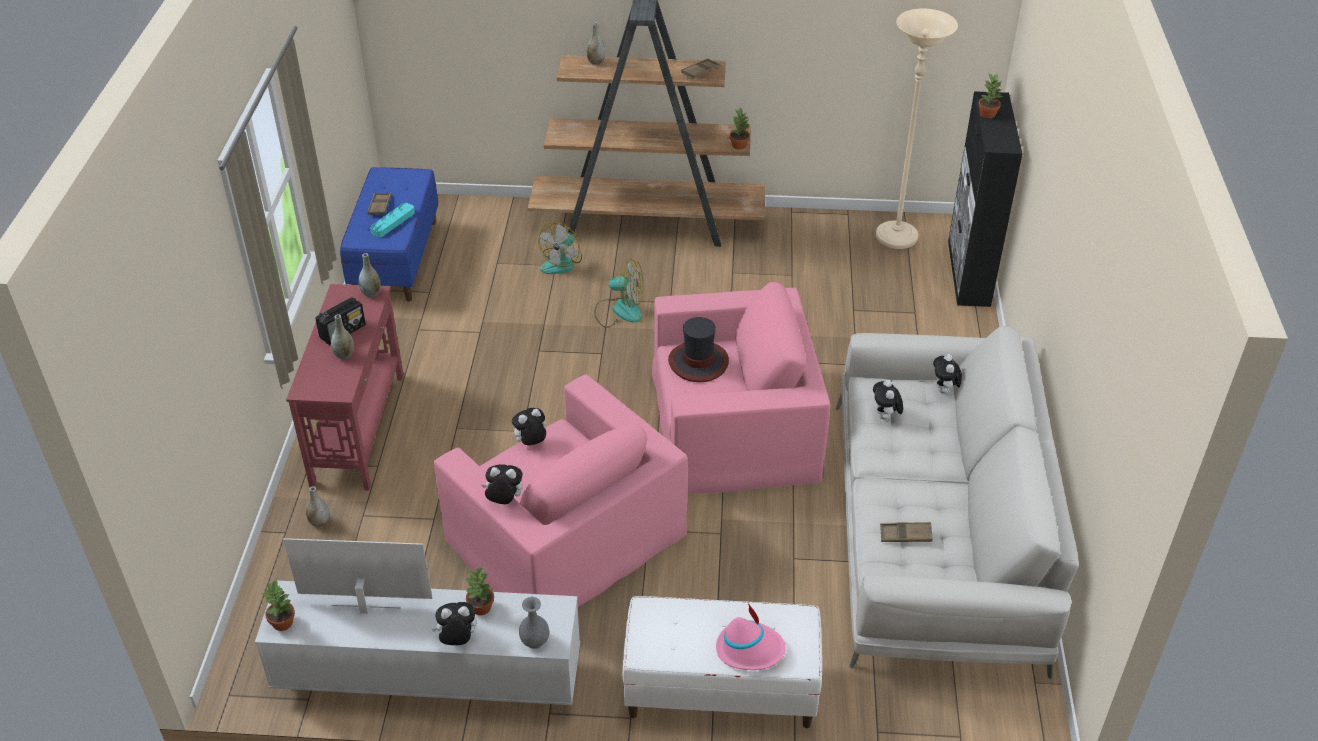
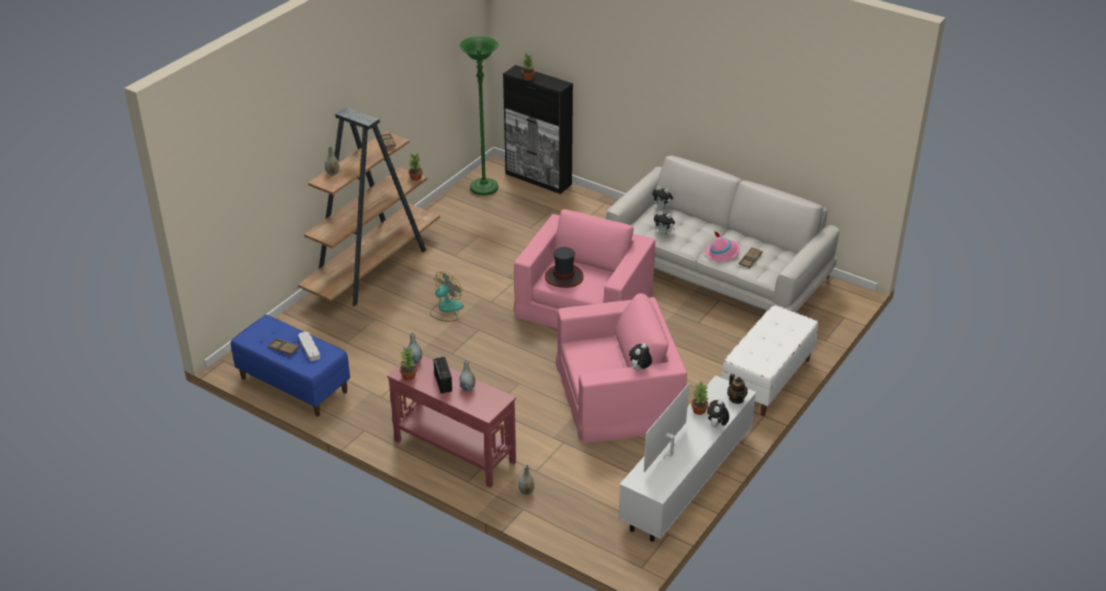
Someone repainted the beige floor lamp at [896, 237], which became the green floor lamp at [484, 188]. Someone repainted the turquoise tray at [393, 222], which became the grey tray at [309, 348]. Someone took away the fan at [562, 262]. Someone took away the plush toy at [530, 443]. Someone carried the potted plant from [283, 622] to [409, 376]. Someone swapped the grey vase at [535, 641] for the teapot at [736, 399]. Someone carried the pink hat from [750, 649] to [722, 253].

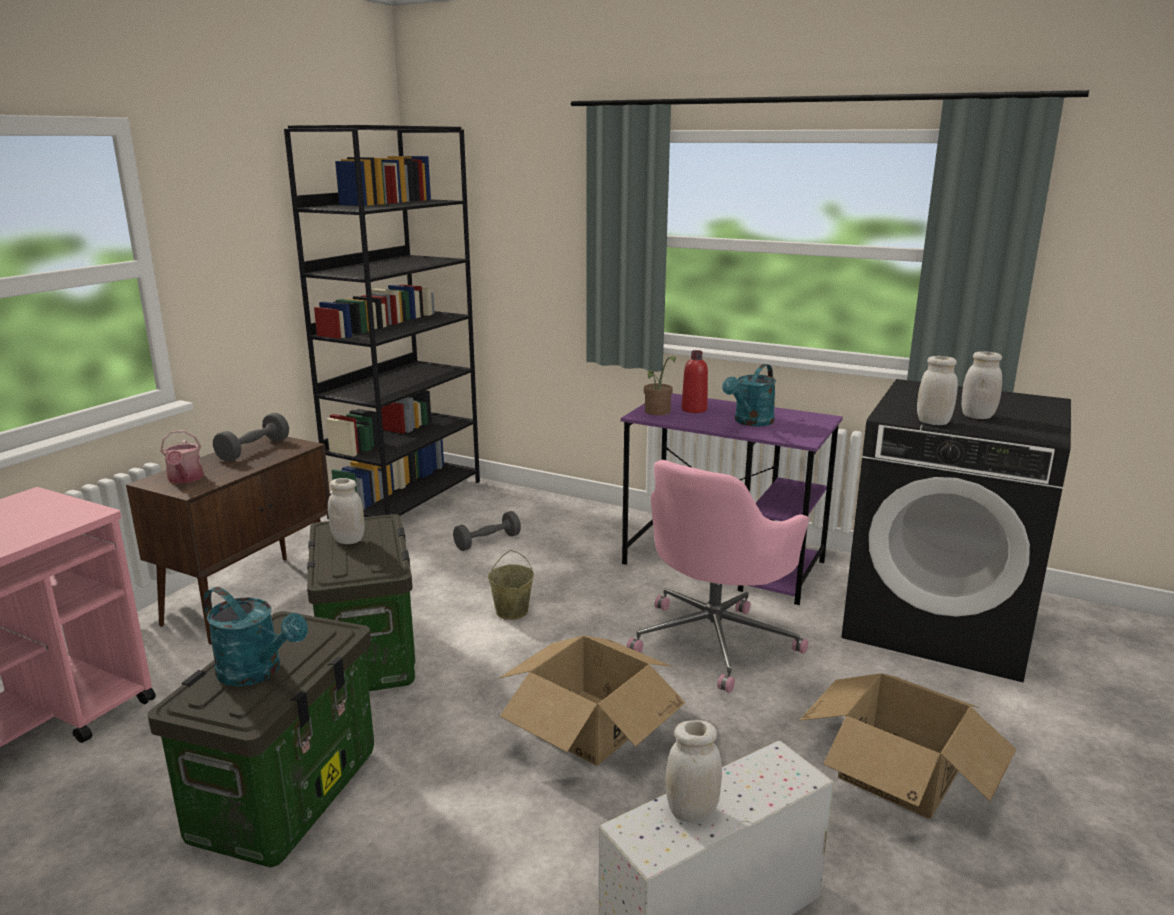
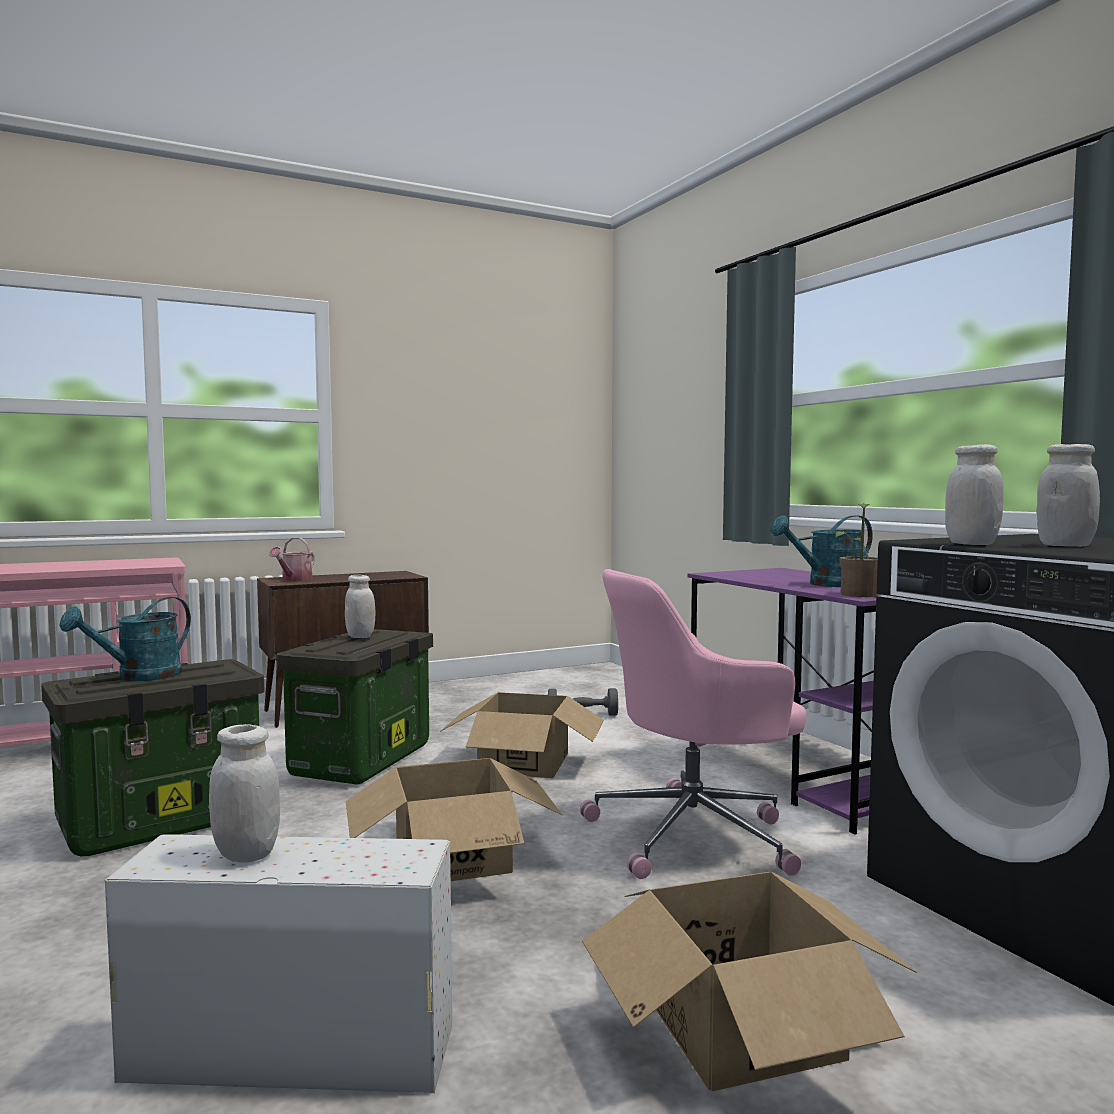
Someone took away the black bookcase at [407, 499]. Someone took away the red bottle at [694, 409]. Someone carried the potted plant from [657, 412] to [858, 595]. Someone took away the grey dumbbell at [254, 450]. Someone swapped the beige bucket at [512, 611] for the cardboard box at [523, 762]. Someone rotated the turquoise watering can at [257, 672] by 60 degrees clockwise.

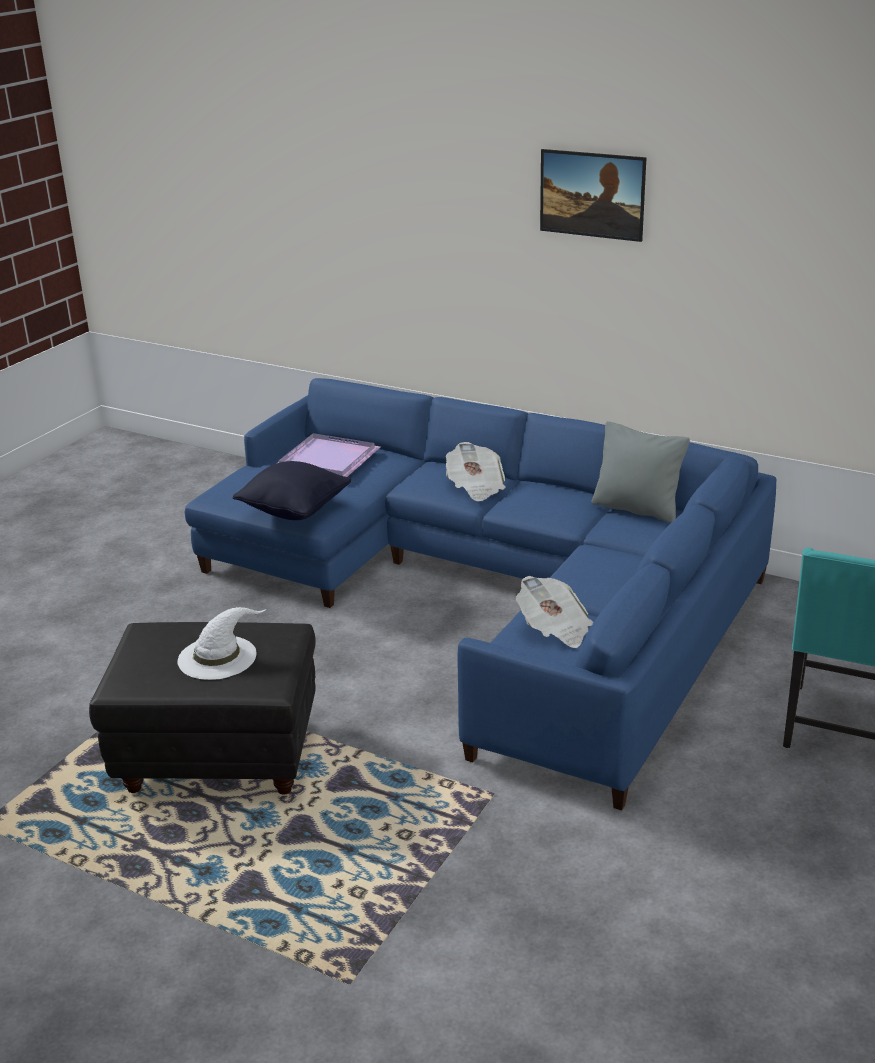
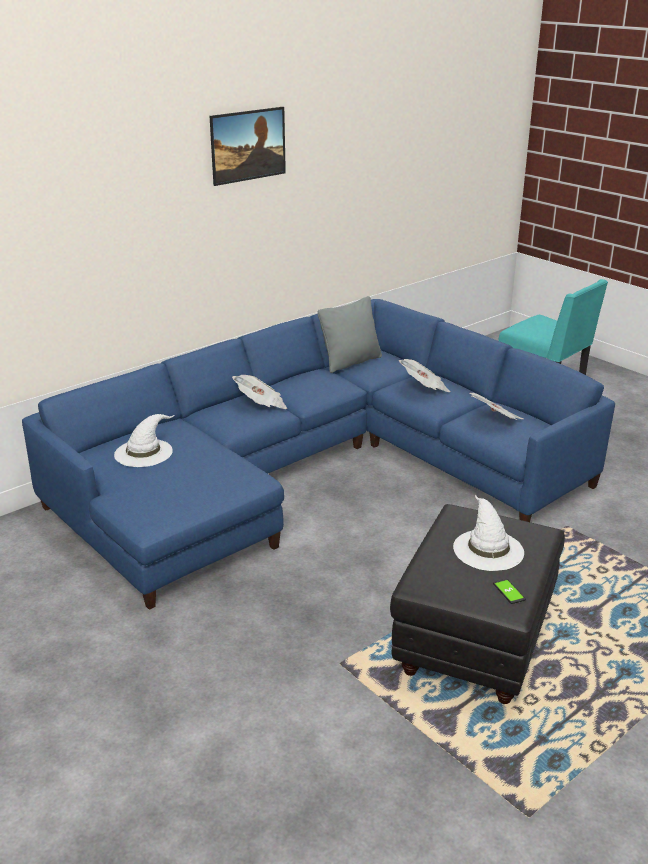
Someone swapped the purple tray at [327, 459] for the white hat at [144, 452]. Someone took away the black pillow at [294, 510]. Someone put down the newspaper at [424, 388]. Someone put down the phone at [509, 592].

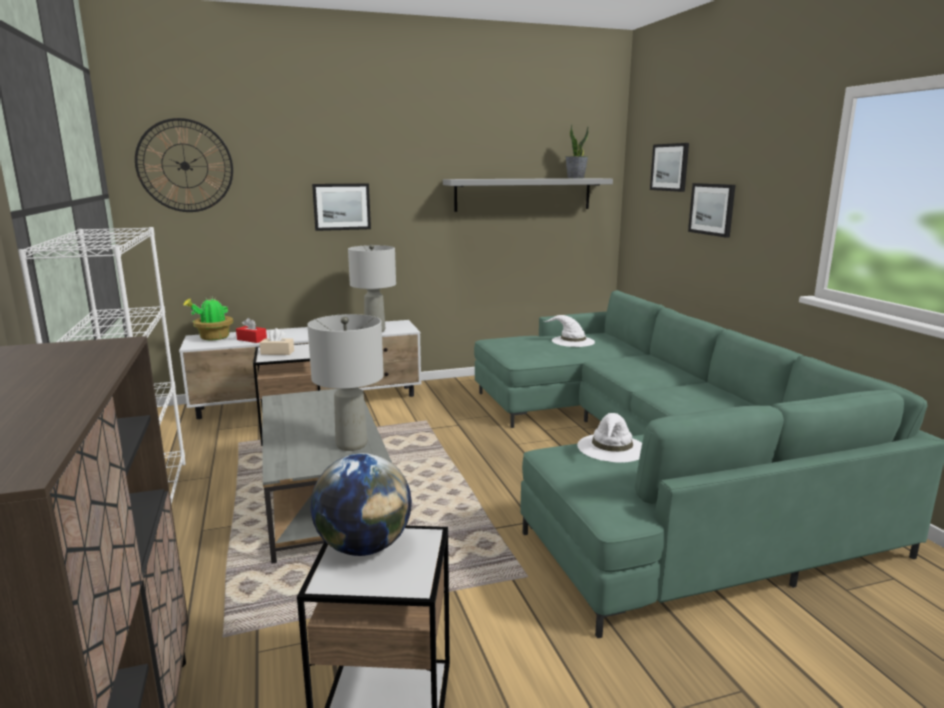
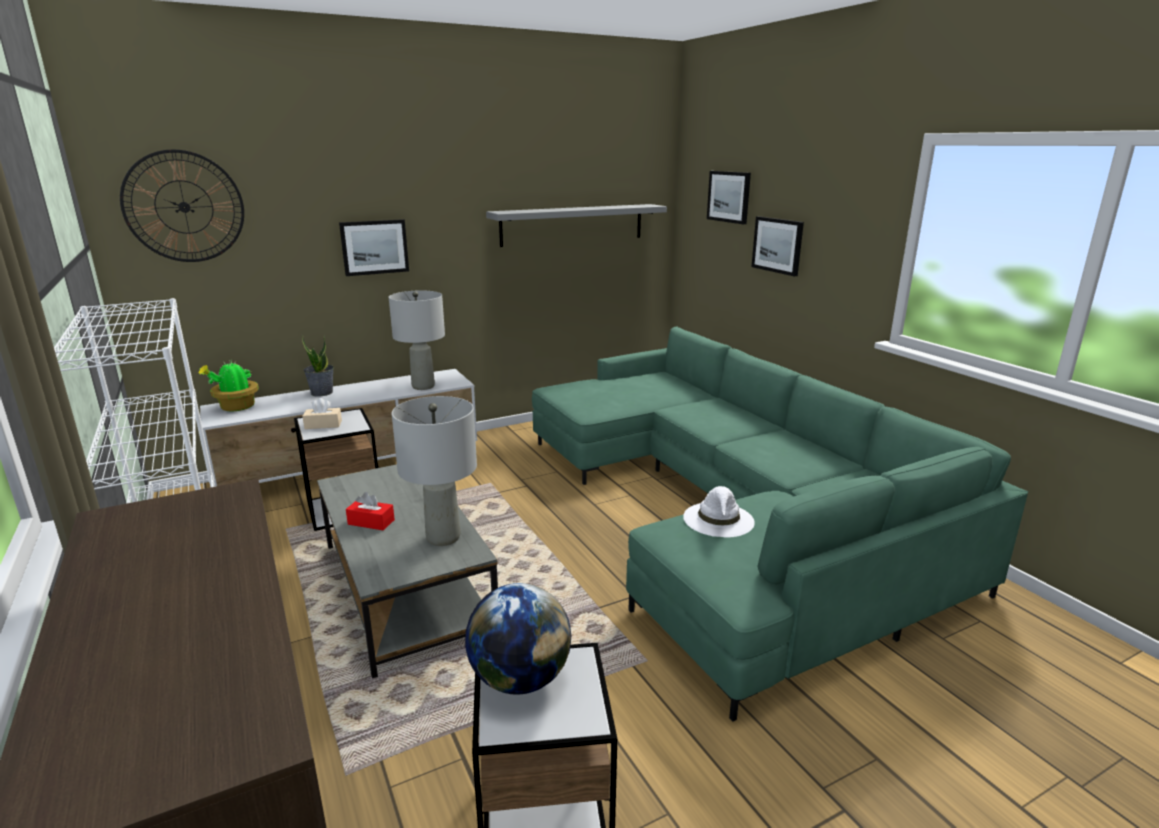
Someone carried the potted plant from [575, 178] to [322, 393]. Someone took away the white hat at [572, 341]. Someone carried the red tissue box from [252, 339] to [371, 522].

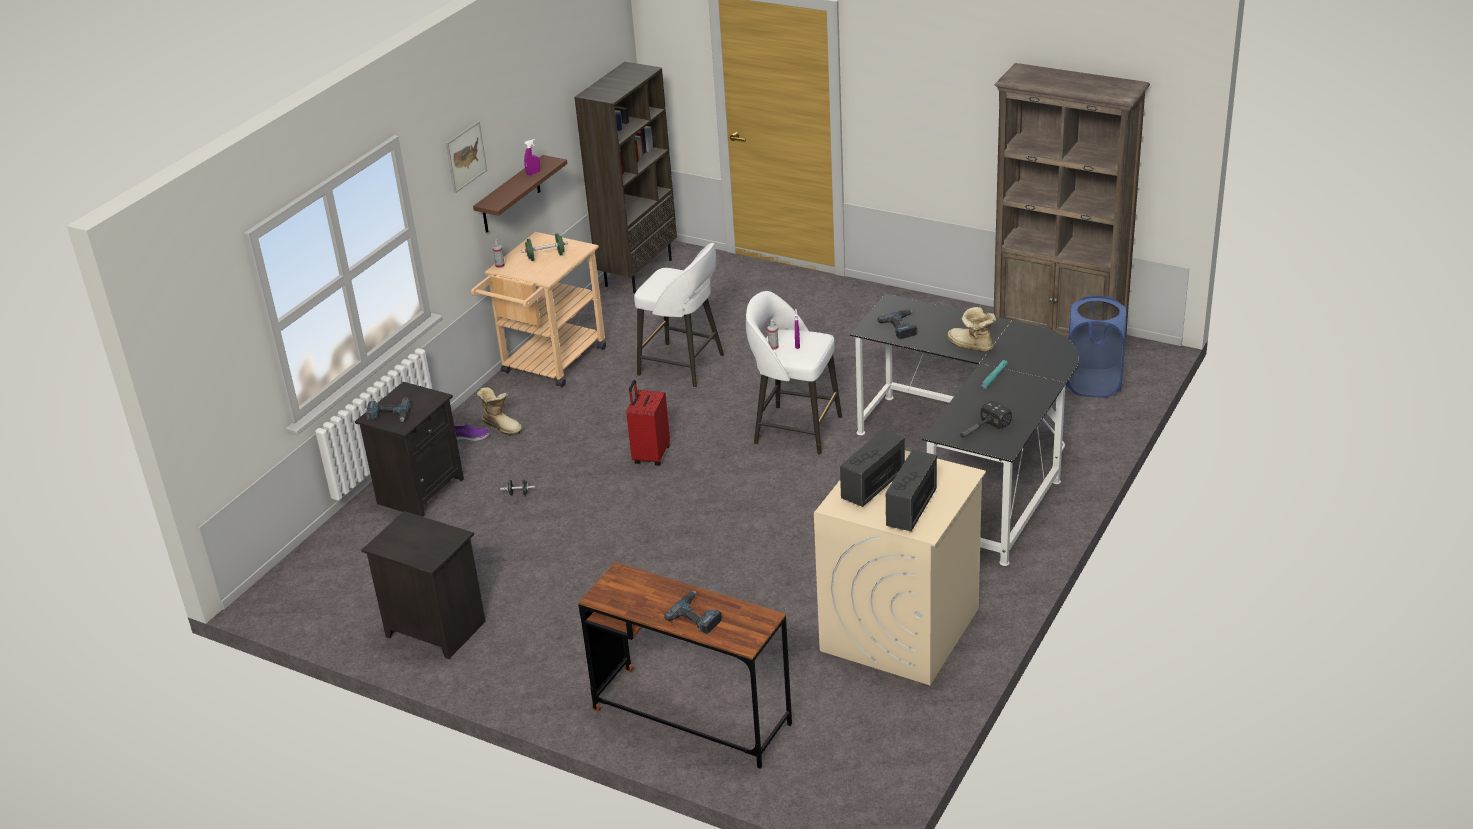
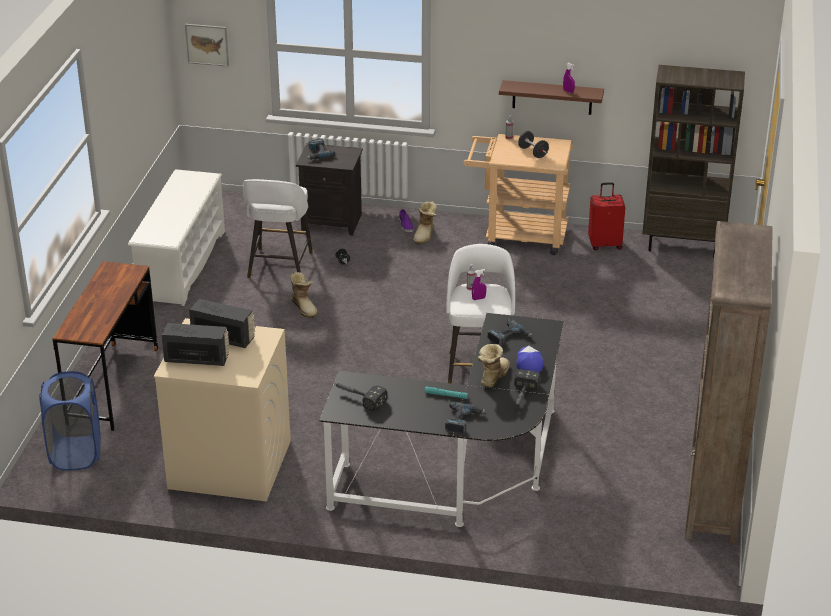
Someone carried the picture from [465, 156] to [207, 44]. Someone repainted the green dumbbell at [546, 256], which became the black dumbbell at [533, 152]. Someone carried the white stool from [683, 365] to [279, 266]. Someone carried the blue laundry basket from [1093, 383] to [75, 454]. Someone carried the red suitcase from [650, 455] to [605, 244]. Someone swapped the black nightstand at [433, 629] for the white shoe rack at [182, 264]. Someone carried the power drill from [697, 616] to [463, 421]. Someone put down the boot at [304, 307]. Someone put down the cap at [528, 363]. Someone put down the hammer at [522, 397].

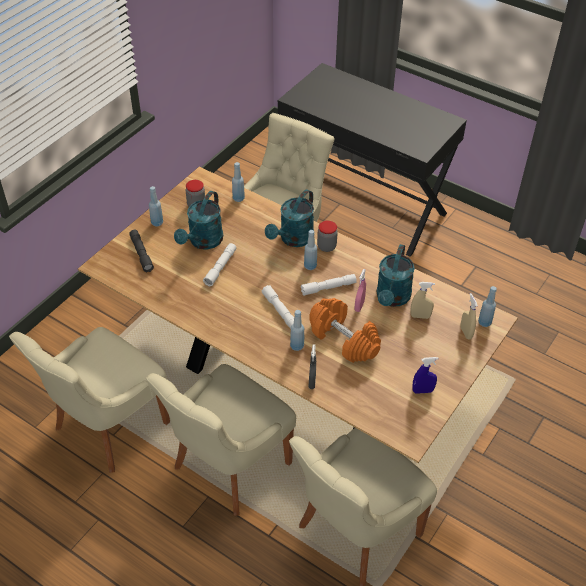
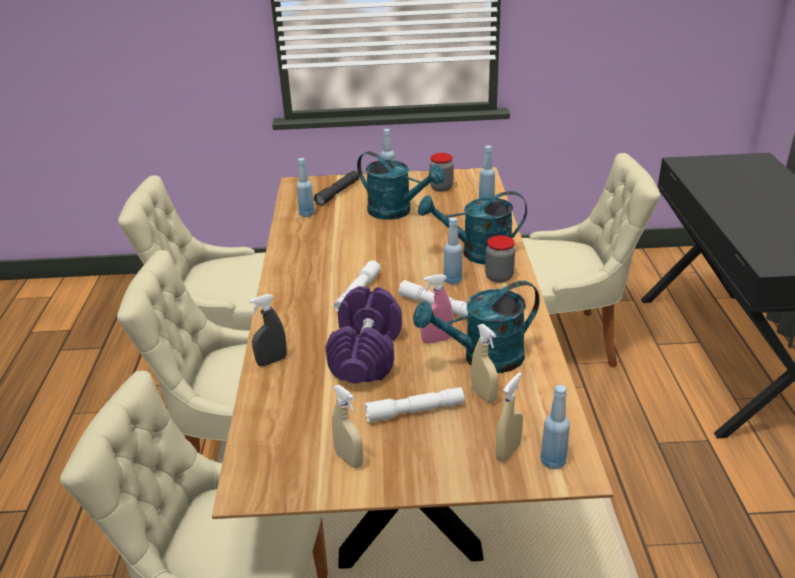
Someone rotated the turquoise watering can at [203, 242] by 135 degrees counterclockwise. Someone carried the white flashlight from [220, 267] to [415, 411]. Someone repainted the orange dumbbell at [344, 339], which became the purple dumbbell at [366, 354]. Someone carried the blue bottle from [297, 346] to [307, 214]. Someone repainted the blue spray bottle at [422, 391], which became the beige spray bottle at [349, 459].

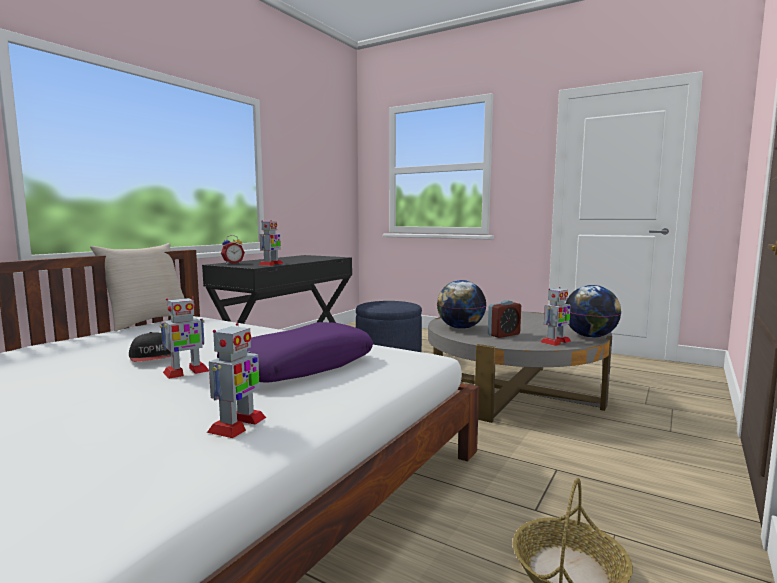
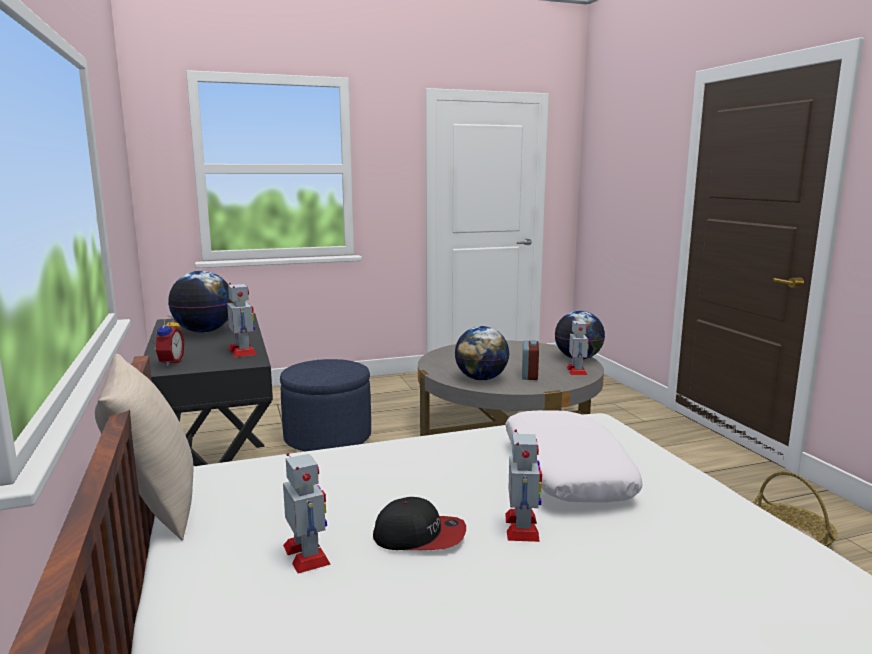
Someone repainted the purple pillow at [299, 366], which became the white pillow at [565, 471]. Someone carried the toy robot from [237, 425] to [307, 555]. Someone put down the globe at [204, 331].

